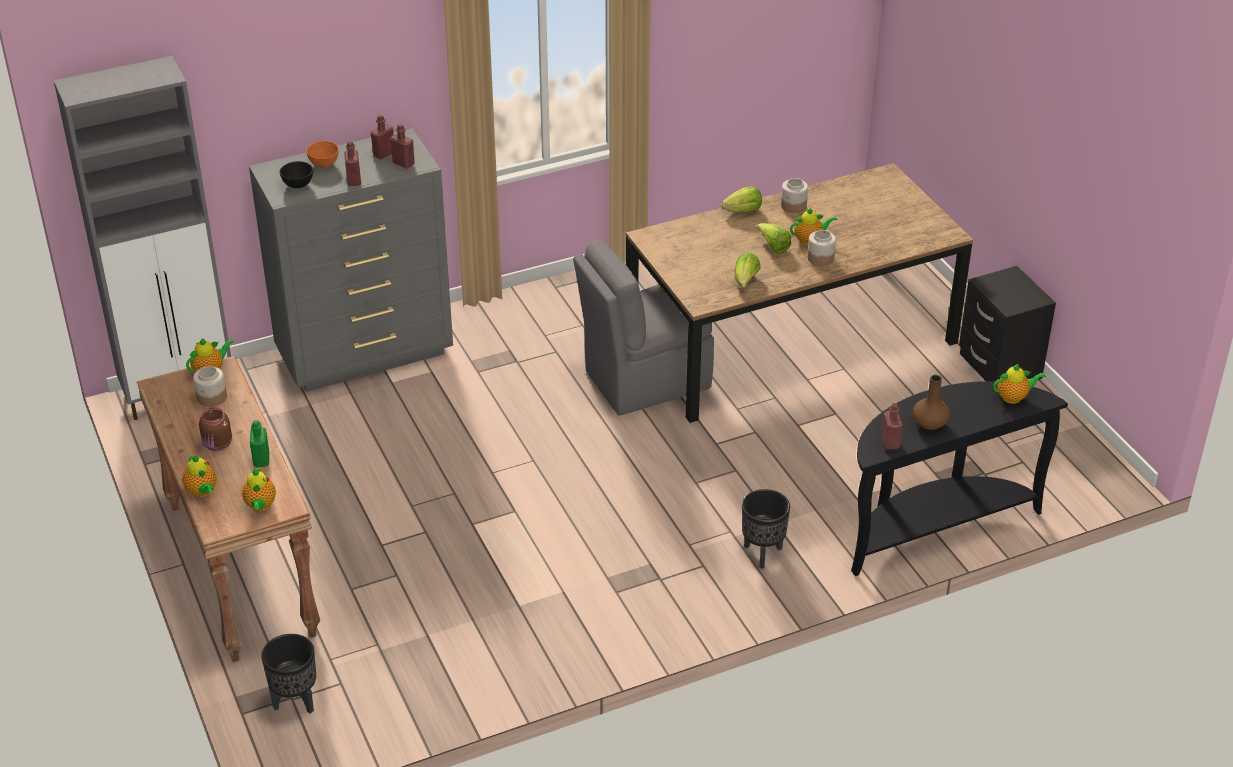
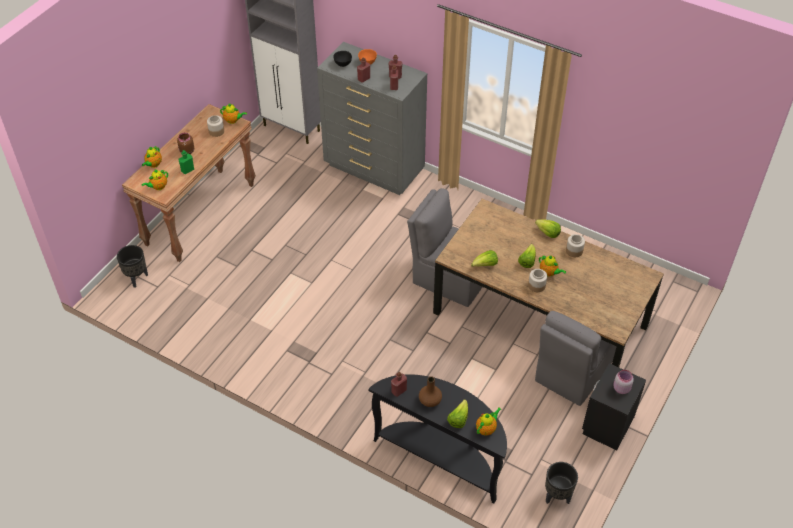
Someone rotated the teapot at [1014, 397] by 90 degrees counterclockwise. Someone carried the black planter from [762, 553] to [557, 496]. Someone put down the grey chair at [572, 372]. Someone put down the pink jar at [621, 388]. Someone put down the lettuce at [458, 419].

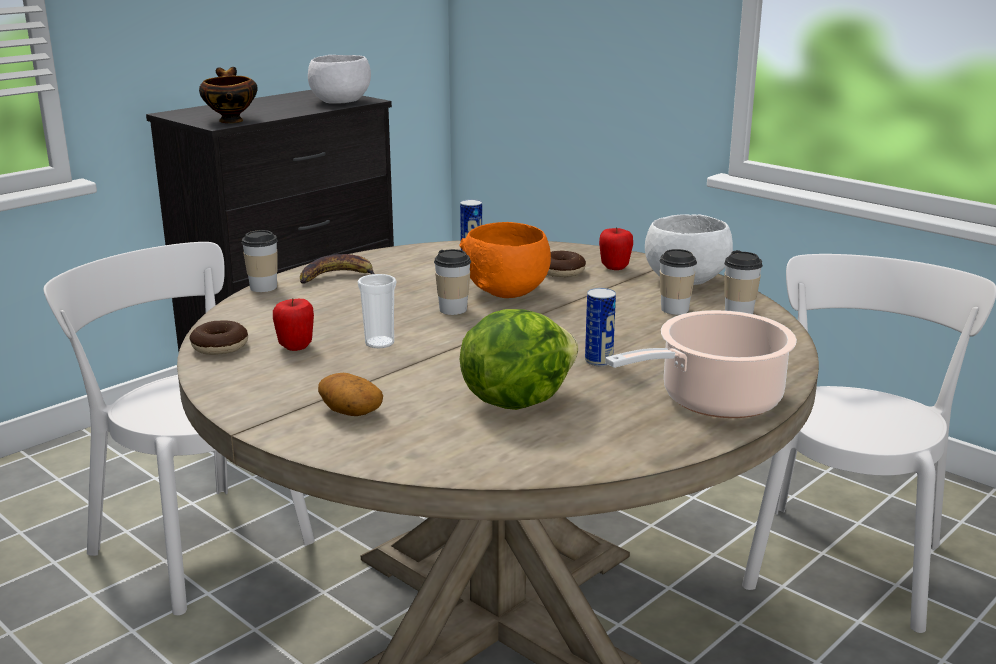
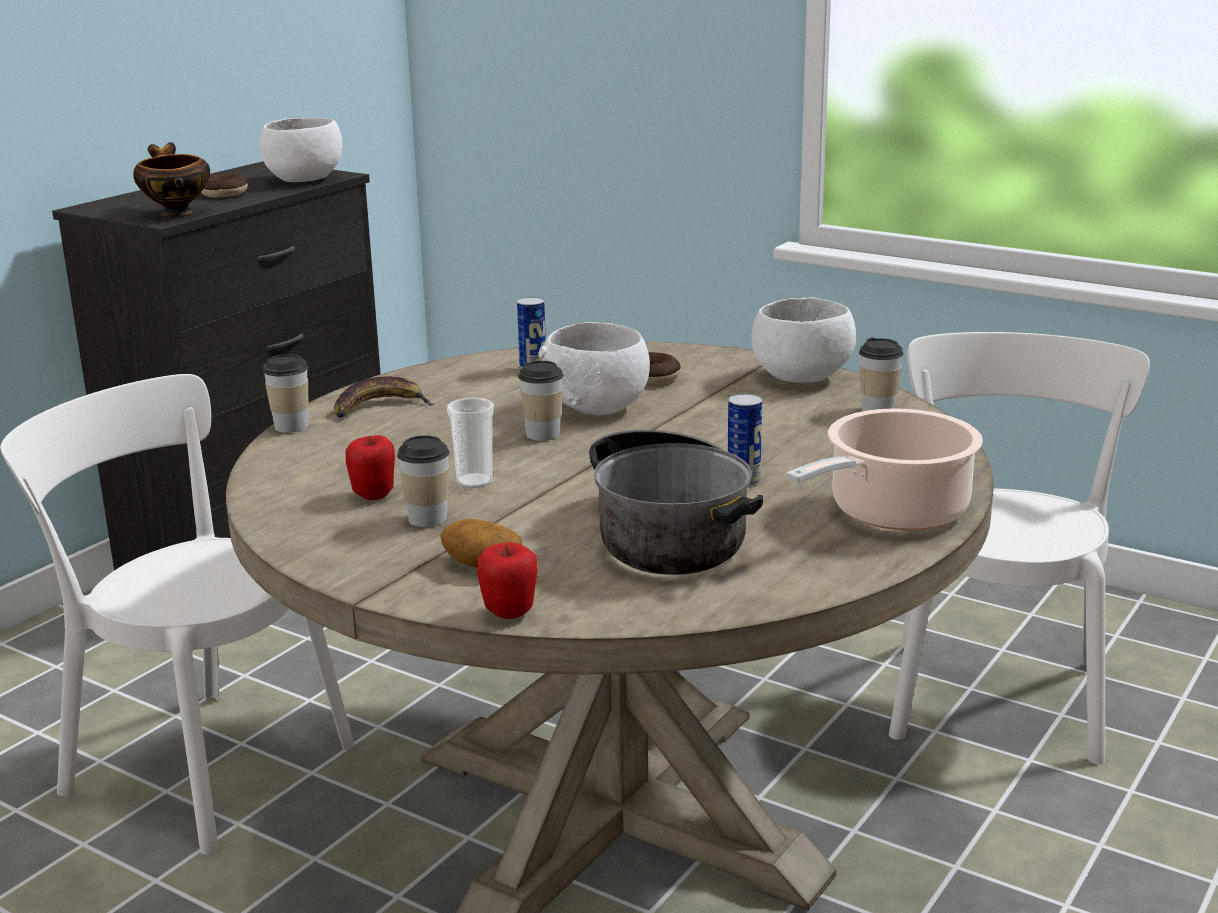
Someone repainted the orange bowl at [508, 292], which became the white bowl at [598, 407]. Someone carried the apple from [615, 268] to [509, 613]. Someone carried the cup from [674, 309] to [427, 519]. Someone swapped the lettuce at [516, 400] for the cooking pot at [669, 532]. Someone carried the donut from [220, 347] to [224, 194].

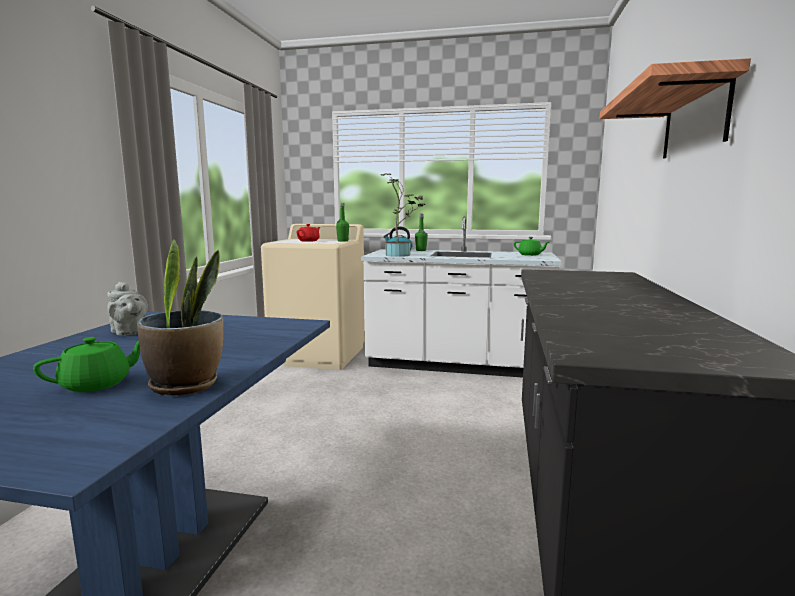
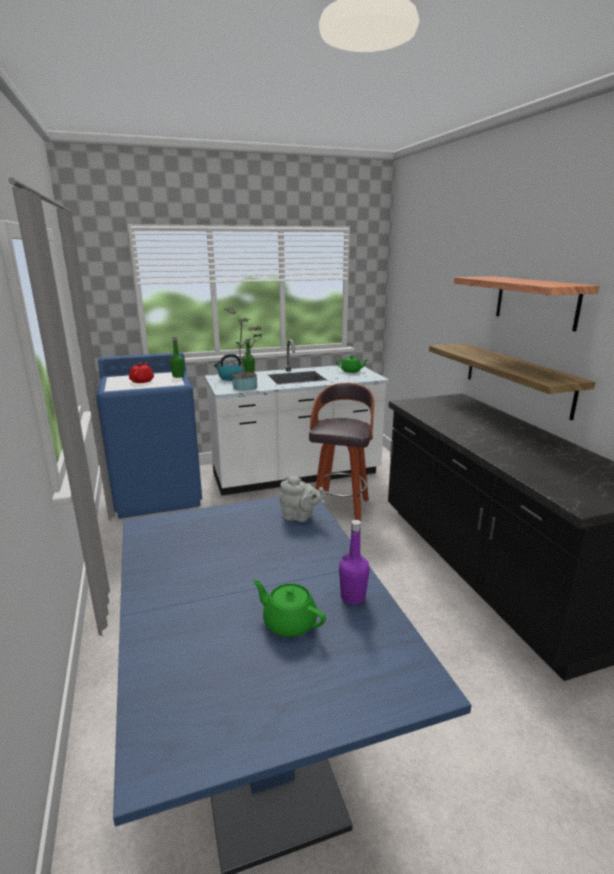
Someone repainted the beige washing machine at [319, 355], which became the blue washing machine at [159, 494]. Someone swapped the potted plant at [186, 384] for the purple bottle at [353, 597]. Someone carried the grey teapot from [129, 333] to [300, 517]. Someone rotated the green teapot at [97, 384] by 75 degrees counterclockwise. Someone put up the shelf at [517, 378]. Someone put down the stool at [341, 507].

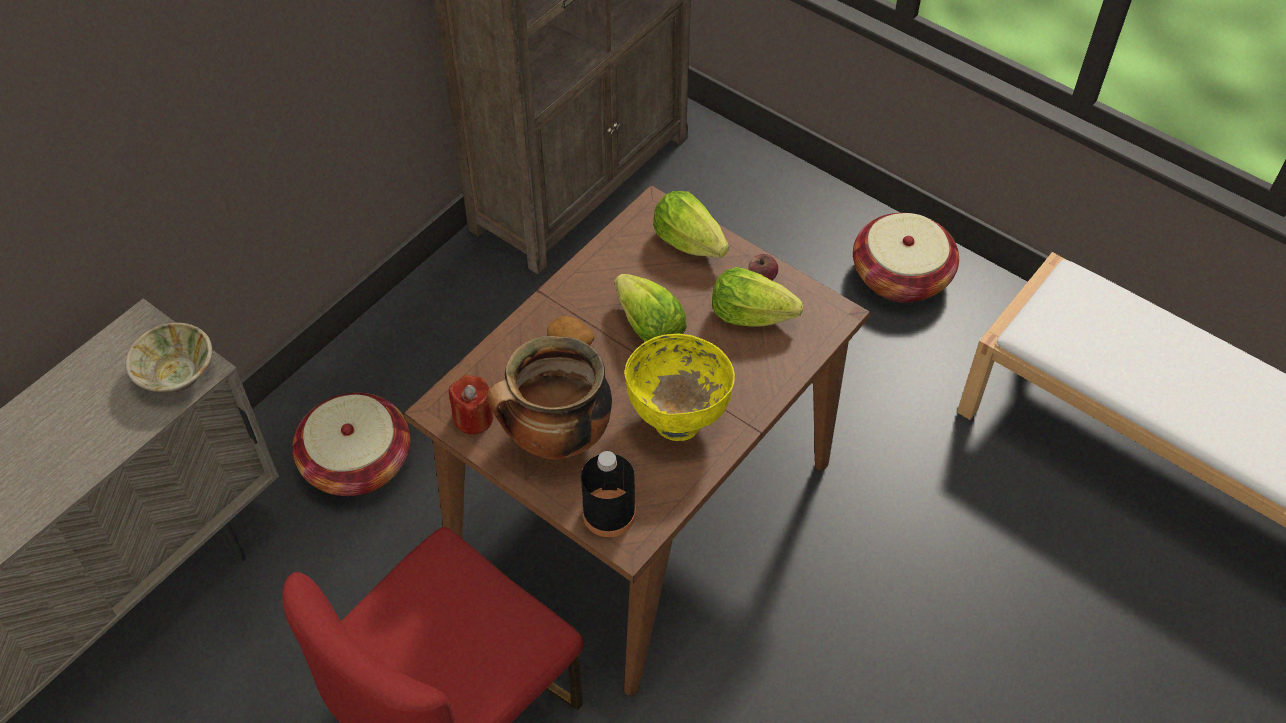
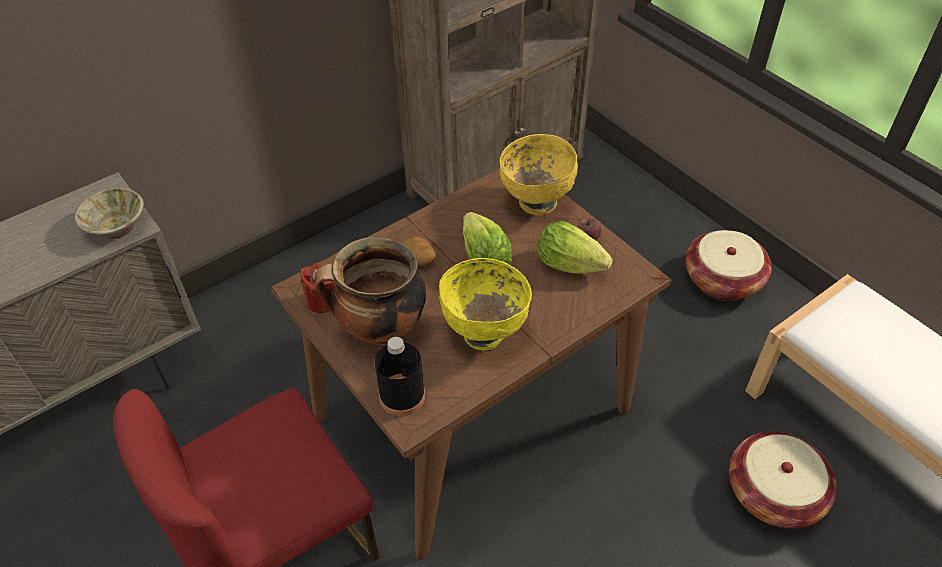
Someone swapped the lettuce at [688, 241] for the yellow bowl at [536, 202]. Someone carried the basket from [357, 462] to [773, 493].

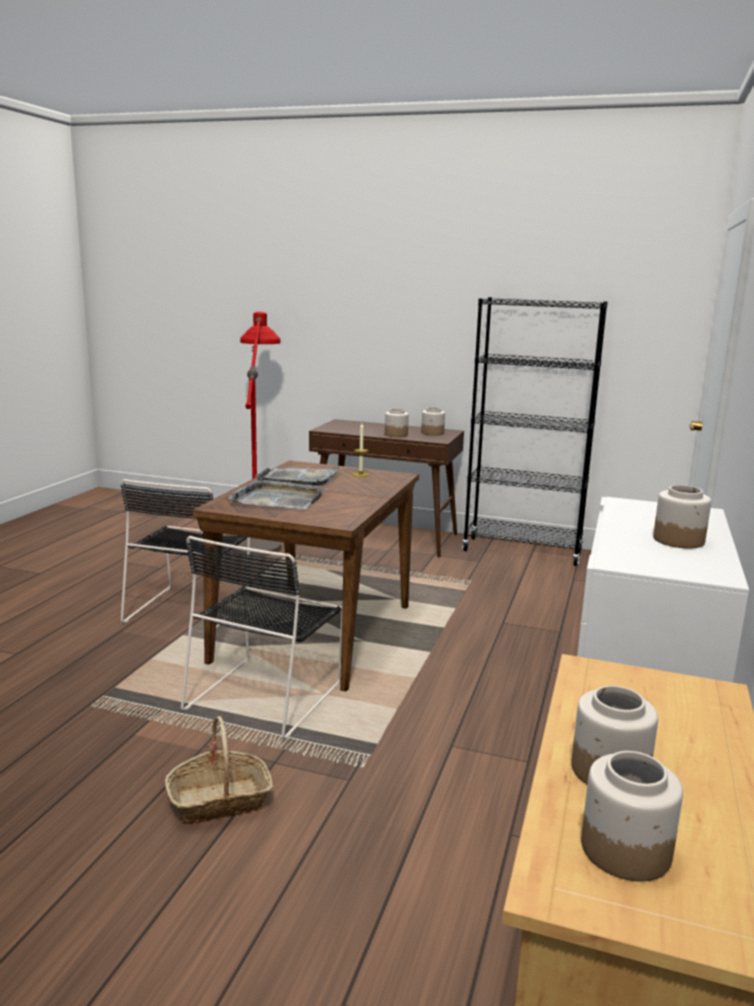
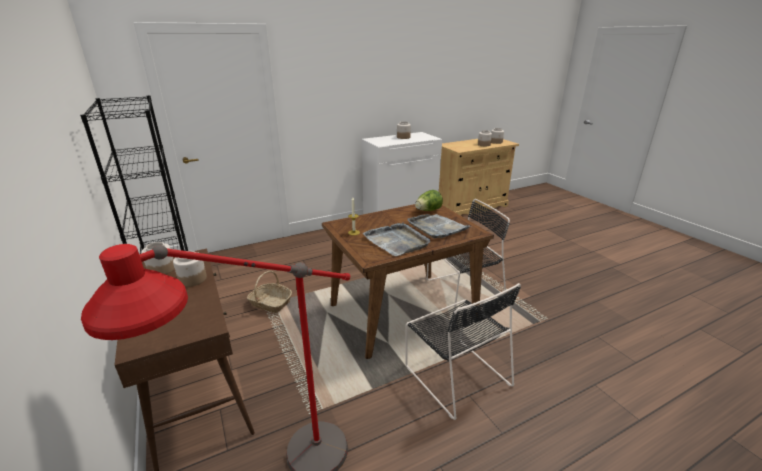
Someone rotated the black chair at [189, 608] by 90 degrees clockwise. Someone carried the basket from [220, 800] to [270, 303]. Someone put down the lettuce at [428, 210].

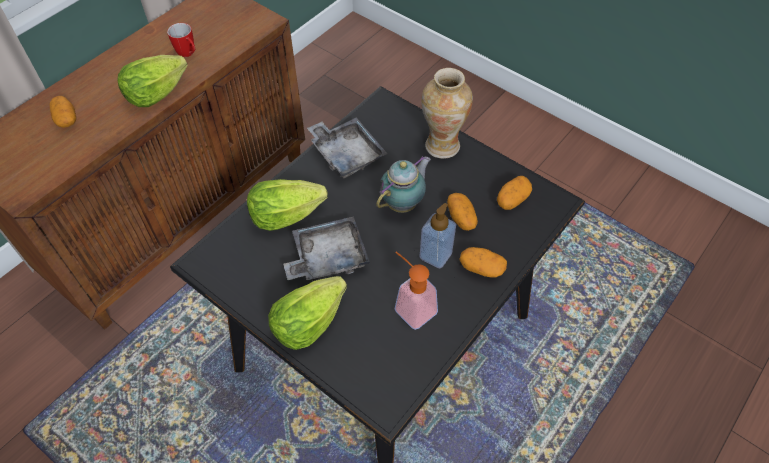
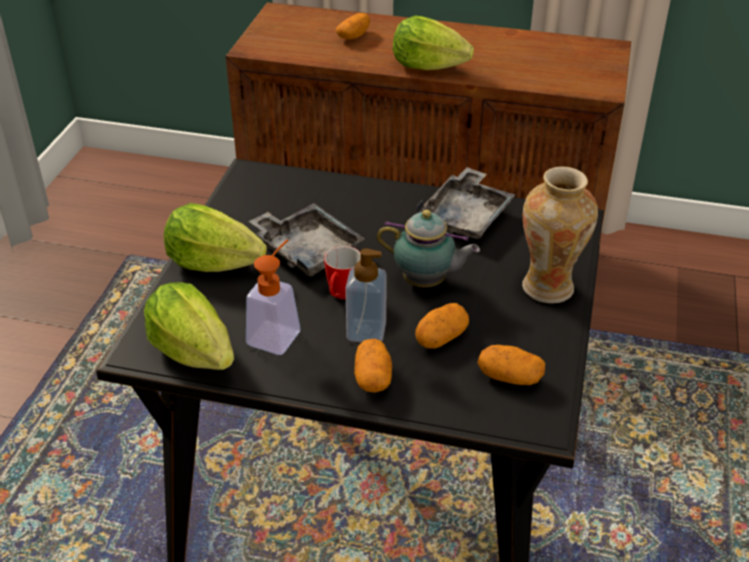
Someone carried the mug from [188, 54] to [341, 296]. Someone carried the lettuce from [285, 215] to [193, 351].

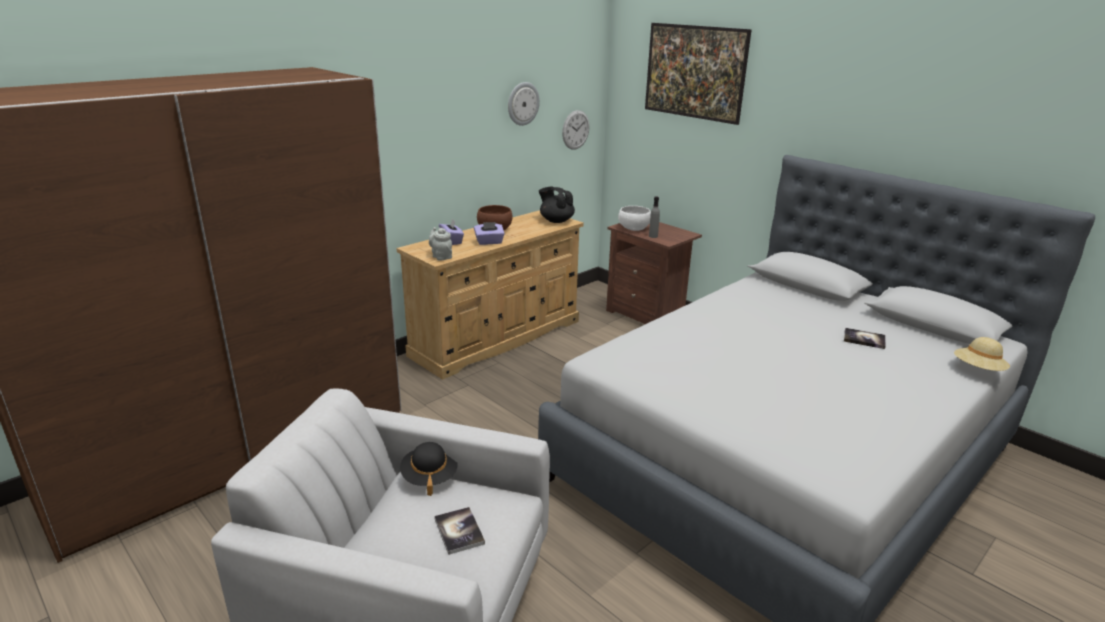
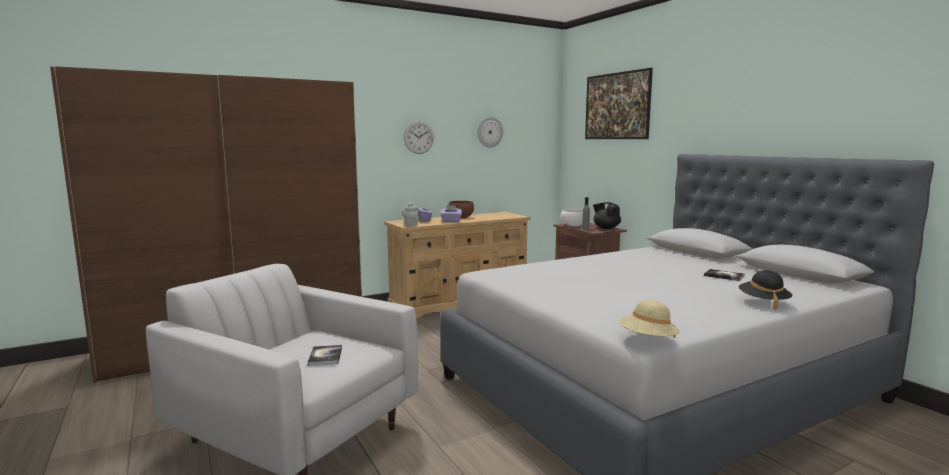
Someone carried the wall clock from [575, 130] to [418, 137]. Someone carried the black teapot from [556, 221] to [606, 228]. Someone carried the beige hat from [978, 370] to [647, 340]. Someone carried the black hat from [429, 477] to [763, 302].

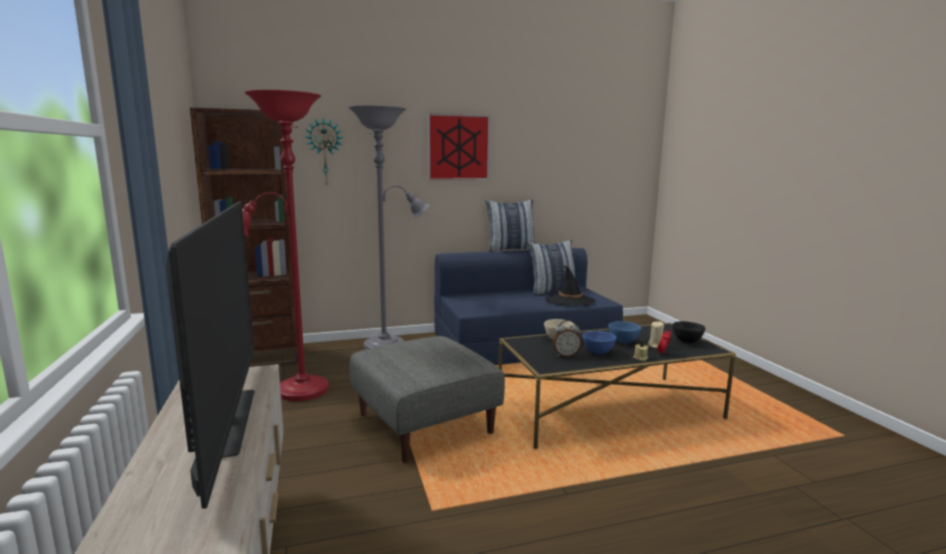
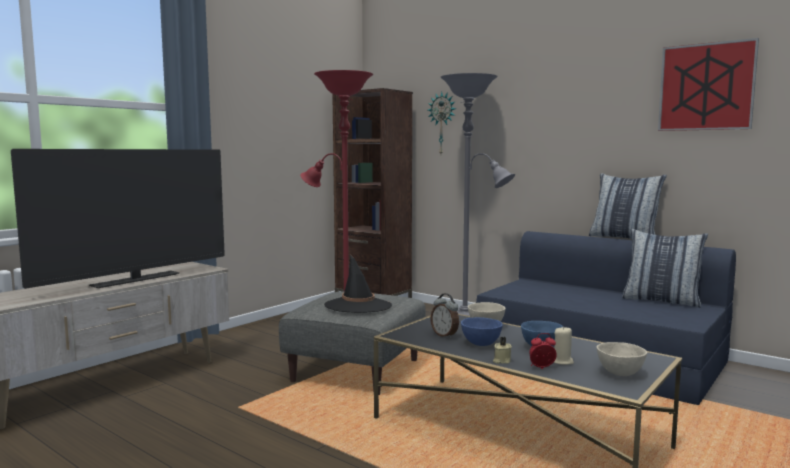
Someone carried the picture from [458, 147] to [706, 87]. Someone carried the black hat from [569, 300] to [358, 306]. Someone repainted the black bowl at [686, 341], which became the beige bowl at [619, 373].

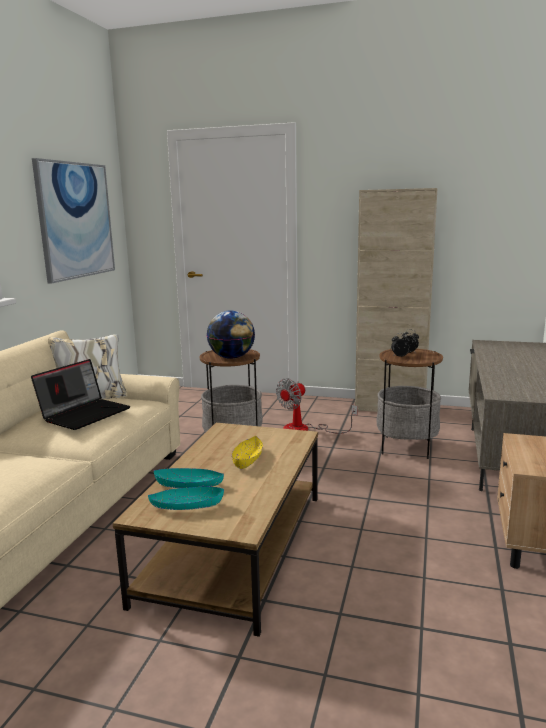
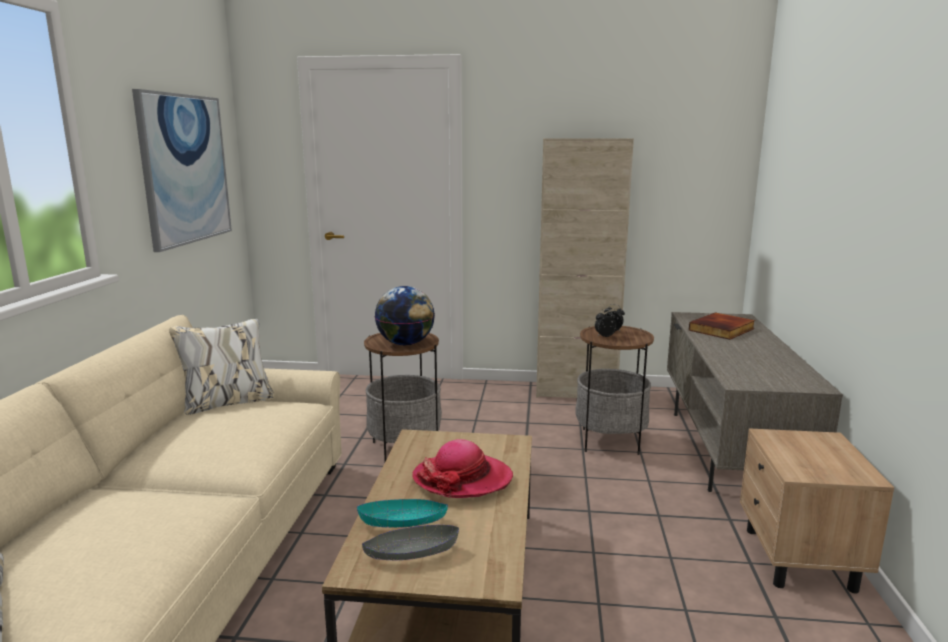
Someone took away the laptop at [85, 414]. Someone took away the fan at [305, 430]. Someone swapped the yellow bowl at [248, 459] for the hat at [462, 479]. Someone repainted the turquoise bowl at [187, 506], which became the grey bowl at [411, 553]. Someone put down the book at [722, 330].

